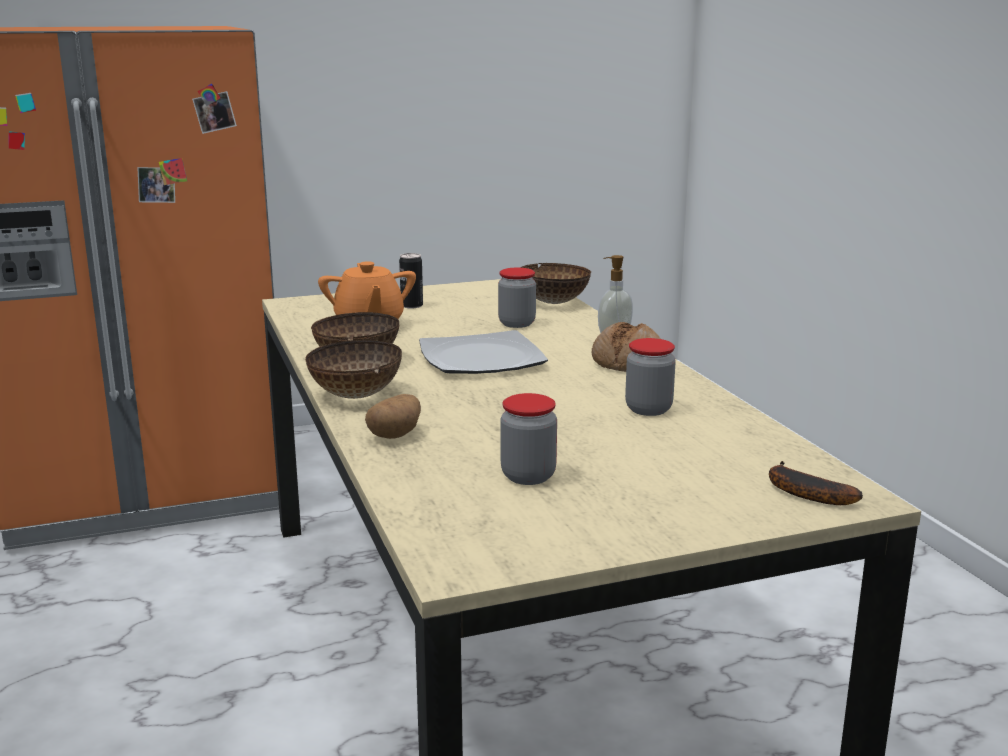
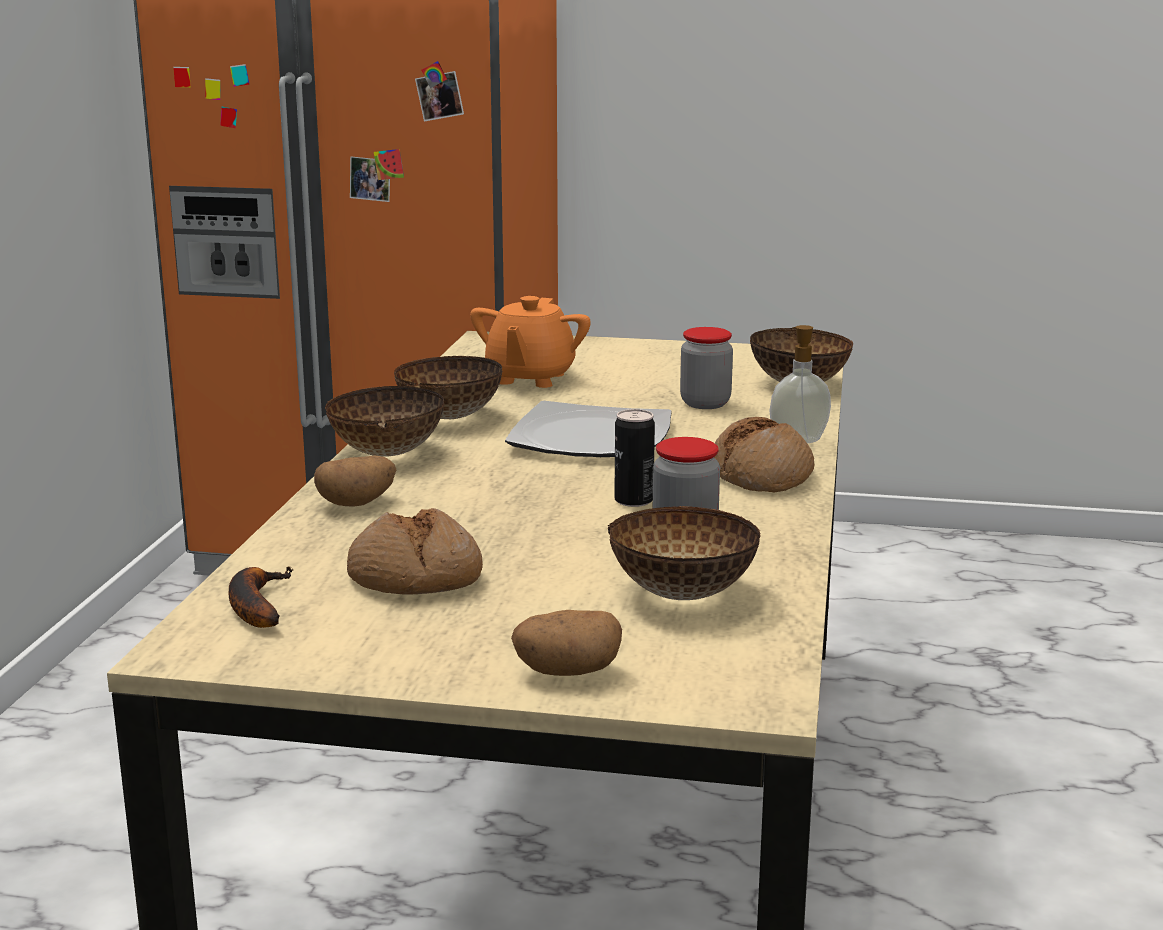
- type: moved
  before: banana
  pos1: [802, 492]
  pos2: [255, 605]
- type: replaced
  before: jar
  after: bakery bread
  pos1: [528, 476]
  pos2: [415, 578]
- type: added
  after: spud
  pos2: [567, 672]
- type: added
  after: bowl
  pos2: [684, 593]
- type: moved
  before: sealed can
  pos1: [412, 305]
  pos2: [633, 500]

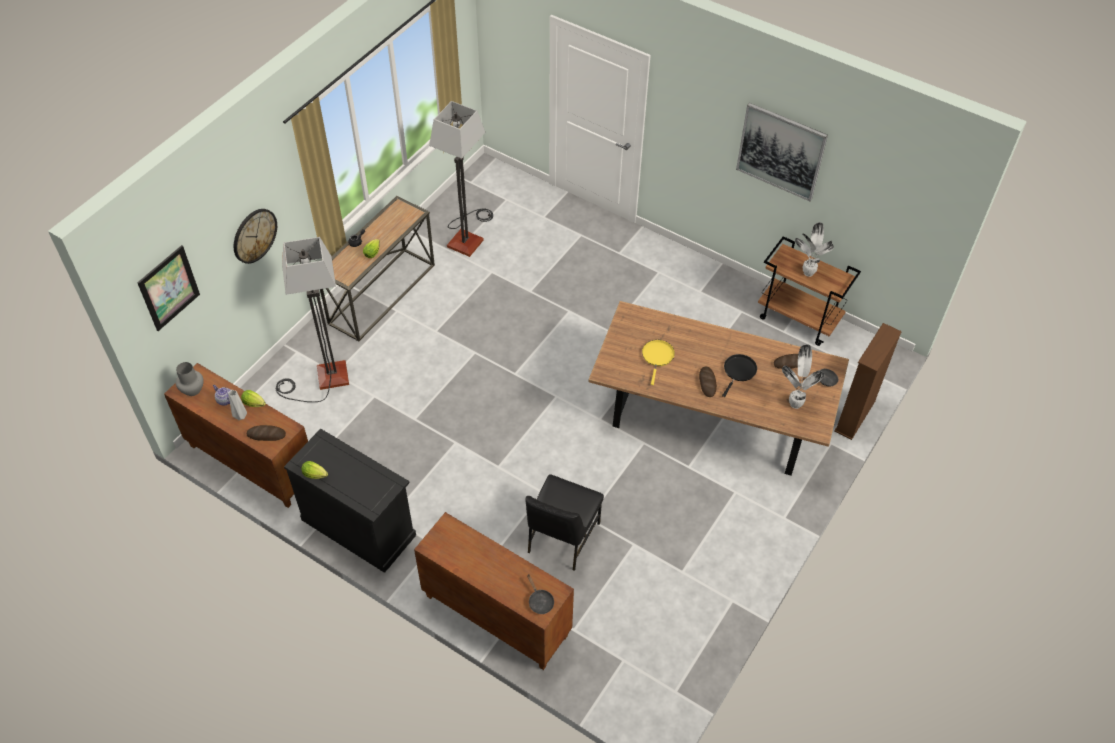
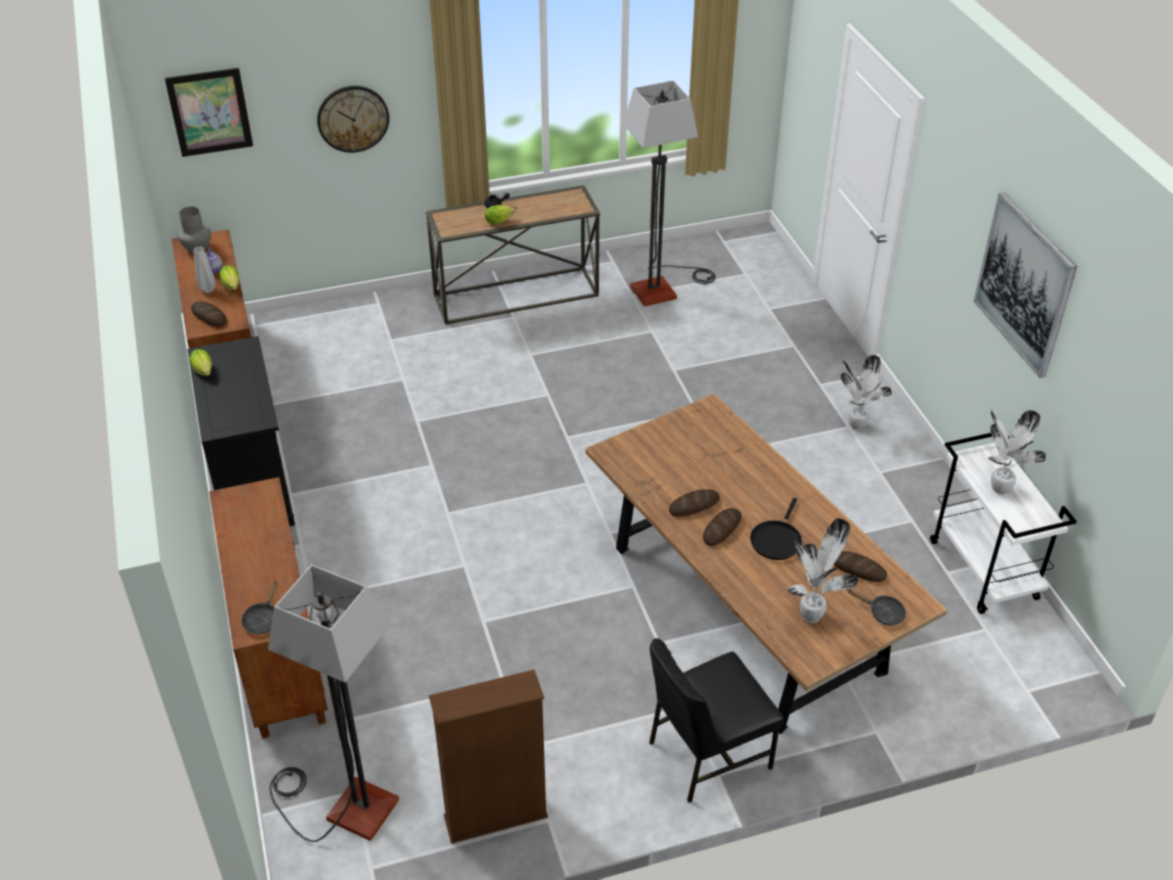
- type: moved
  before: floor lamp
  pos1: [322, 380]
  pos2: [343, 807]
- type: moved
  before: brownish shelving unit
  pos1: [855, 416]
  pos2: [496, 817]
- type: moved
  before: black-coloured upright chair
  pos1: [562, 538]
  pos2: [707, 754]
- type: added
  after: bakery bread
  pos2: [694, 505]
- type: turned
  before: black-coloured pan
  pos1: [738, 371]
  pos2: [776, 540]
  turn: 135
- type: added
  after: plant in a pot
  pos2: [855, 426]
- type: recoloured
  before: brownish cart
  after: white cart
  pos1: [799, 319]
  pos2: [984, 570]
- type: removed
  before: yellow-coloured pan
  pos1: [657, 357]

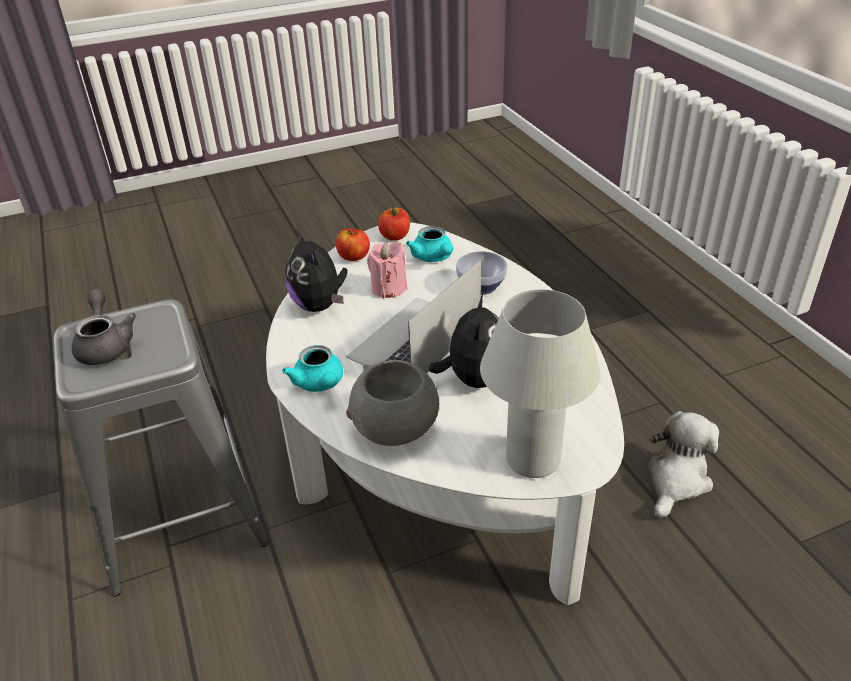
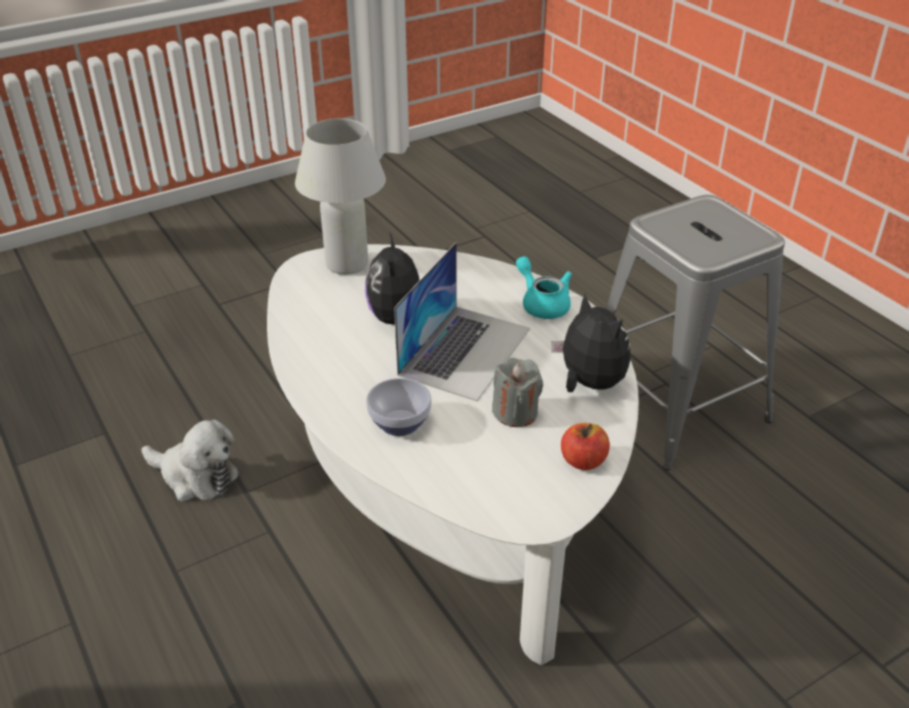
- type: turned
  before: soft toy
  pos1: [676, 480]
  pos2: [195, 476]
  turn: -90
- type: recoloured
  before: pink-coloured wax candle
  after: greyish wax candle
  pos1: [389, 288]
  pos2: [515, 412]
- type: removed
  before: greyish teapot
  pos1: [105, 345]
- type: removed
  before: greyish bowl
  pos1: [396, 429]
- type: removed
  before: apple
  pos1: [395, 236]
- type: removed
  before: blue-green teapot
  pos1: [433, 258]

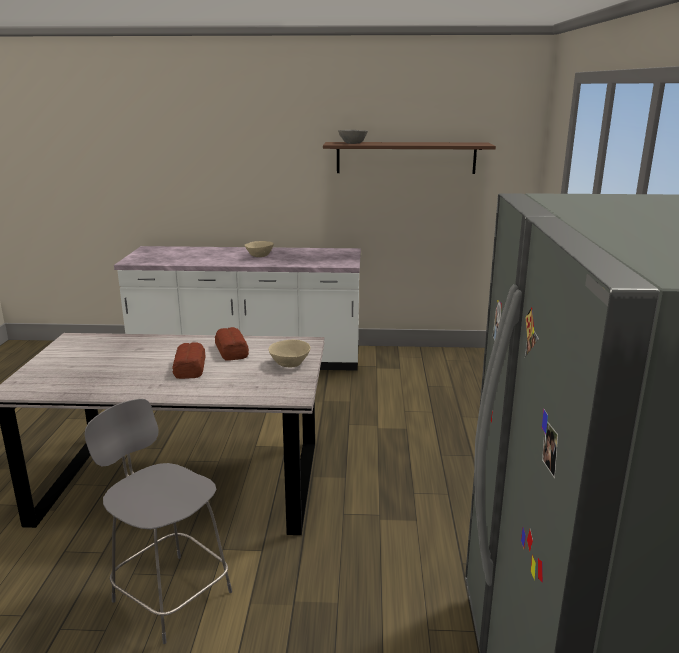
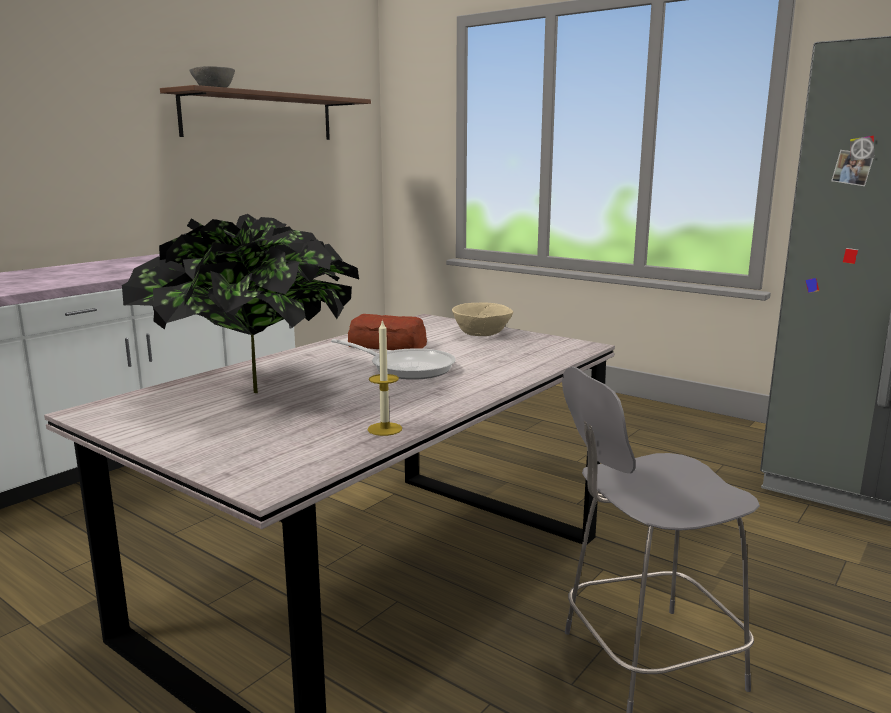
- type: added
  after: plant in a pot
  pos2: [251, 392]
- type: replaced
  before: bakery bread
  after: pan
  pos1: [190, 367]
  pos2: [406, 368]
- type: added
  after: wax candle
  pos2: [384, 429]
- type: removed
  before: sand-coloured bowl
  pos1: [259, 256]

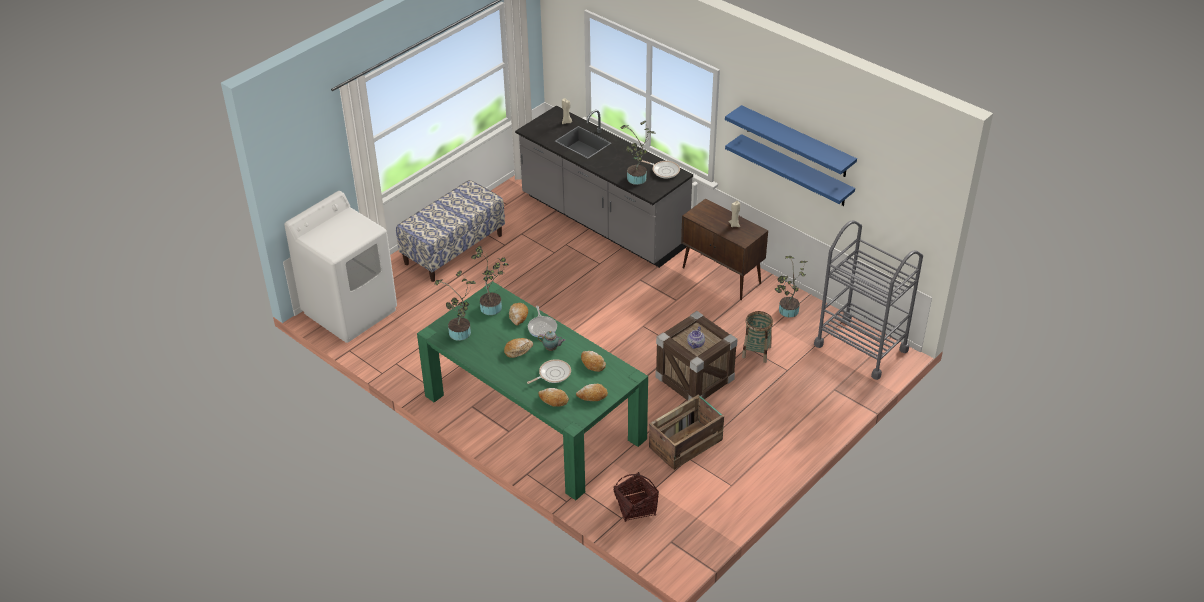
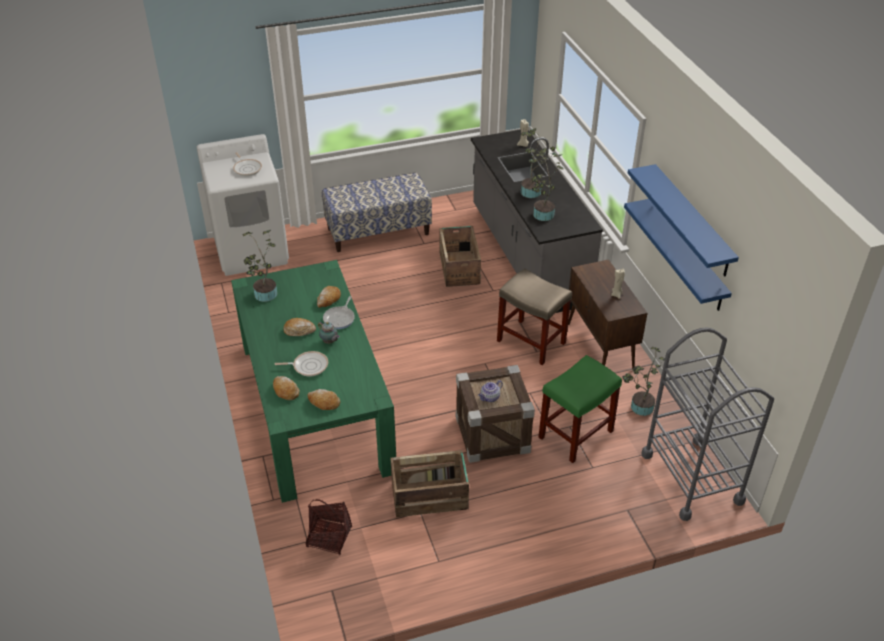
- type: moved
  before: pan
  pos1: [664, 170]
  pos2: [247, 168]
- type: added
  after: crate
  pos2: [459, 267]
- type: added
  after: sand-coloured stool
  pos2: [532, 342]
- type: moved
  before: plant in a pot
  pos1: [493, 306]
  pos2: [533, 191]
- type: replaced
  before: storage basket
  after: greenish stool
  pos1: [756, 352]
  pos2: [575, 435]
- type: removed
  before: bakery bread
  pos1: [592, 364]

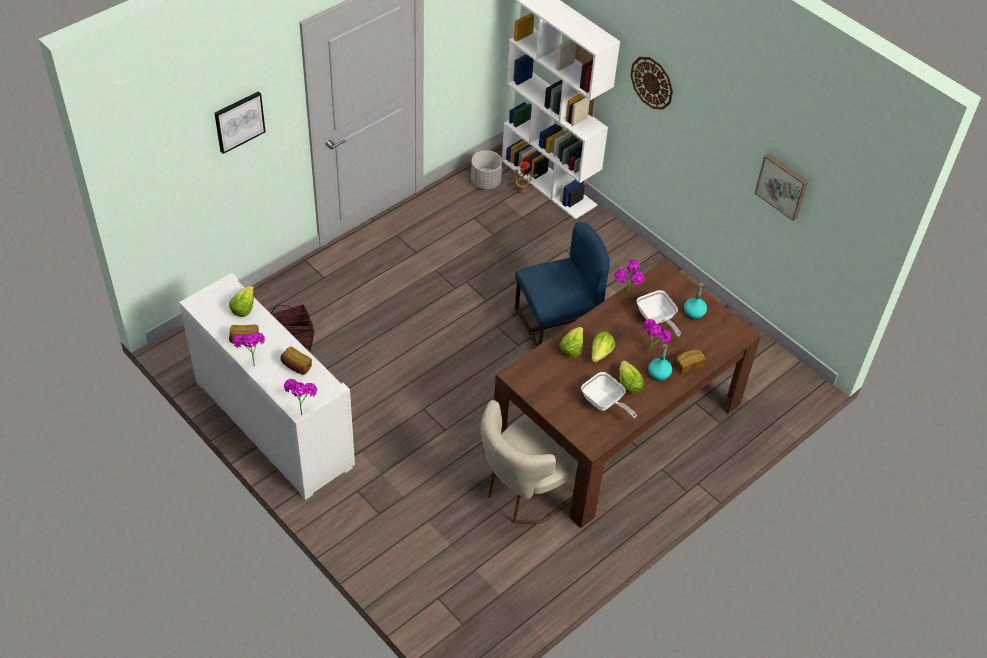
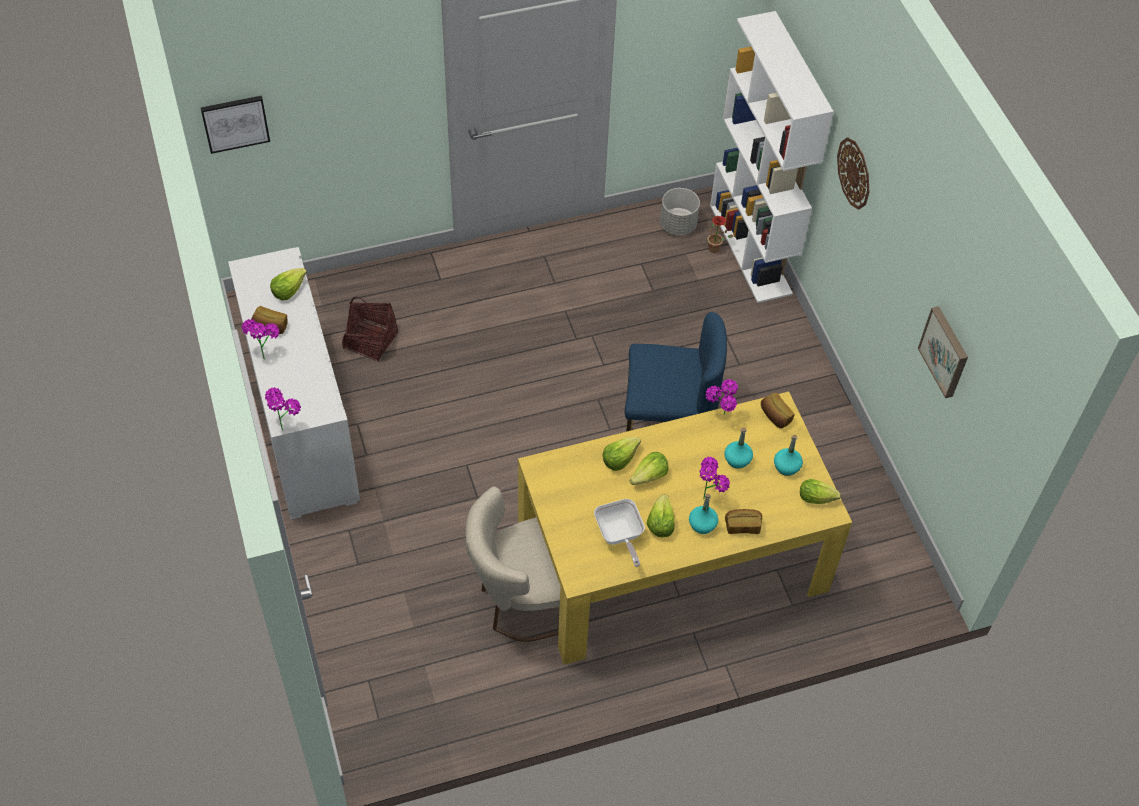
- type: moved
  before: wall art
  pos1: [239, 121]
  pos2: [235, 123]
- type: recoloured
  before: brownish dining table
  after: yellow-coloured dining table
  pos1: [617, 424]
  pos2: [671, 561]
- type: replaced
  before: pan
  after: blue-green bottle
  pos1: [656, 320]
  pos2: [737, 460]
- type: moved
  before: bakery bread
  pos1: [296, 366]
  pos2: [775, 416]
- type: added
  after: head of lettuce
  pos2: [818, 498]

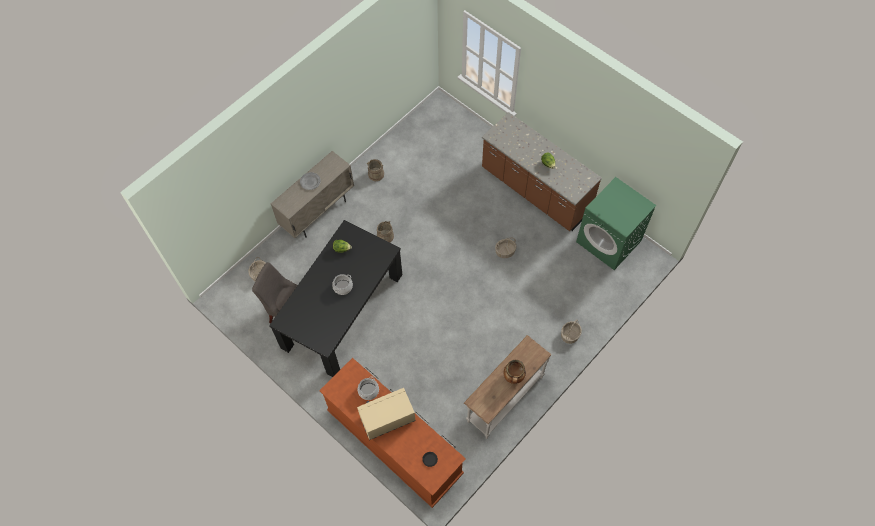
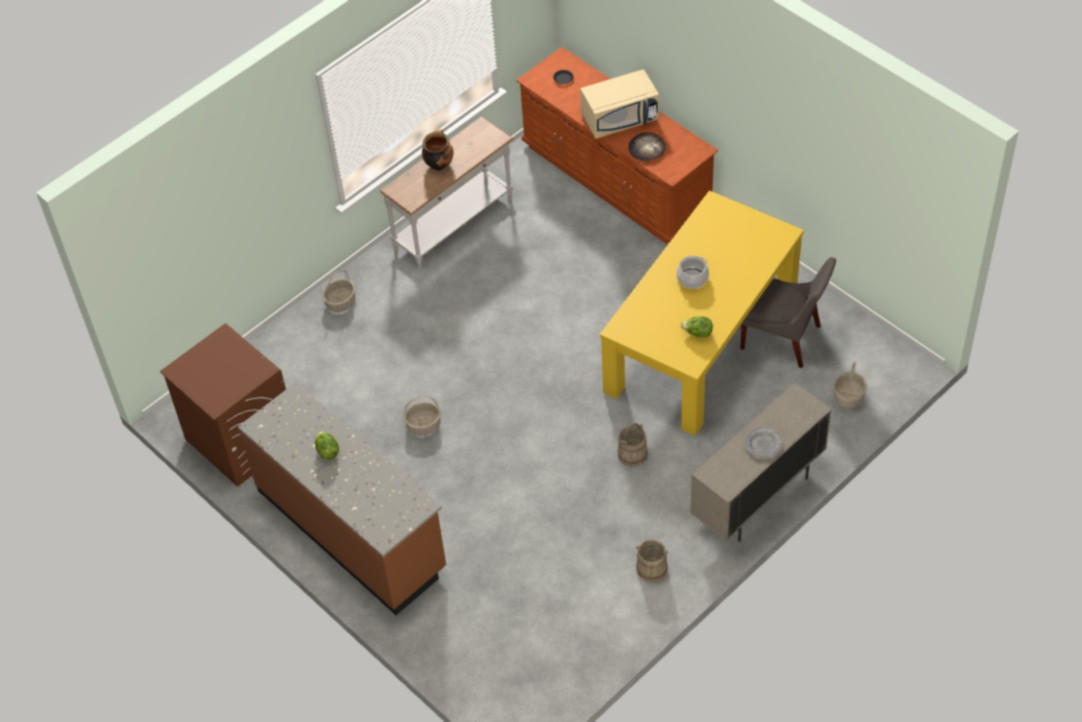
- type: recoloured
  before: greenish laundry appliance
  after: brownish laundry appliance
  pos1: [609, 241]
  pos2: [240, 439]
- type: recoloured
  before: black-coloured dining table
  after: yellow-coloured dining table
  pos1: [342, 310]
  pos2: [701, 340]
- type: replaced
  before: saucepot
  after: bakery bread
  pos1: [368, 391]
  pos2: [646, 148]

